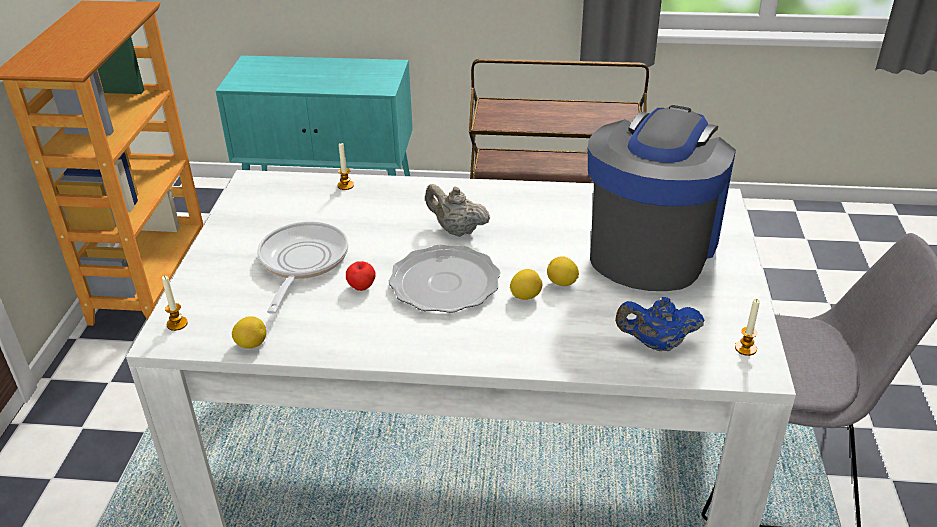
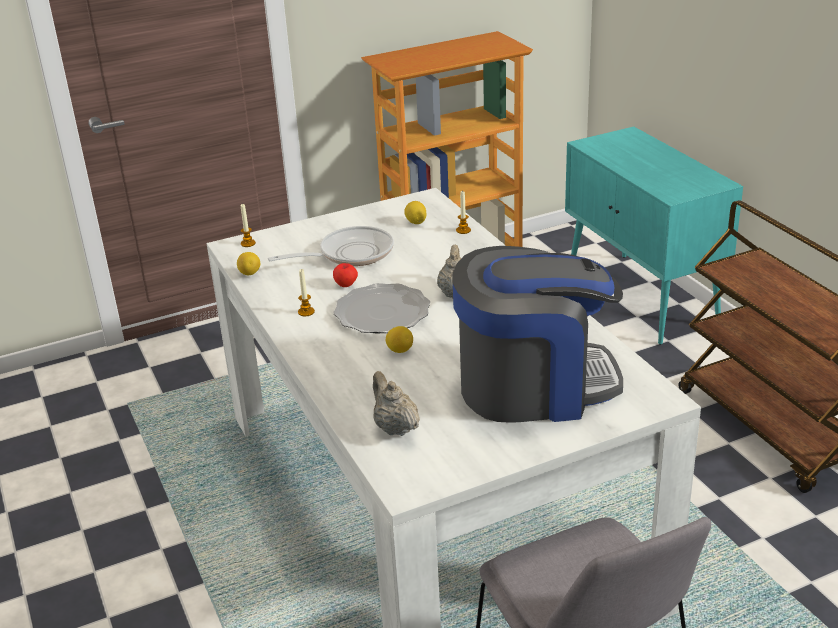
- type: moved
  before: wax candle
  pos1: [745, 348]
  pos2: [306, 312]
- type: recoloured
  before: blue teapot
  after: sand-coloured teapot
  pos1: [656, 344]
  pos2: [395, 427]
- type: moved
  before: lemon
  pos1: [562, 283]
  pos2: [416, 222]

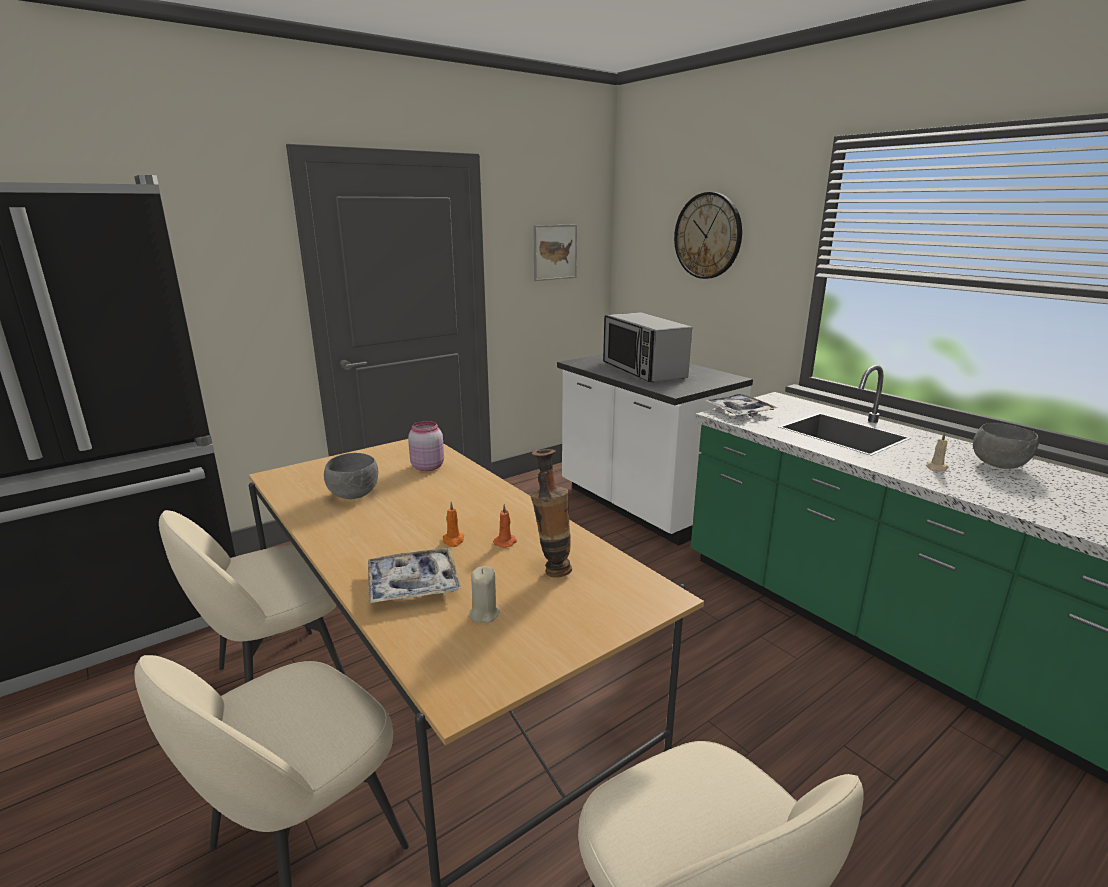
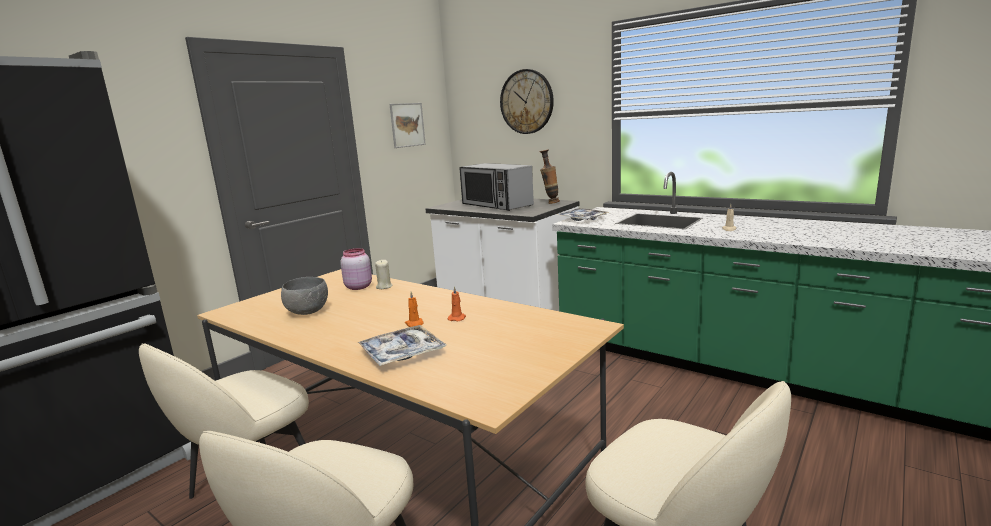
- type: moved
  before: sand-coloured wax candle
  pos1: [484, 614]
  pos2: [384, 287]
- type: moved
  before: vase
  pos1: [552, 569]
  pos2: [550, 203]
- type: removed
  before: greyish bowl
  pos1: [1000, 465]

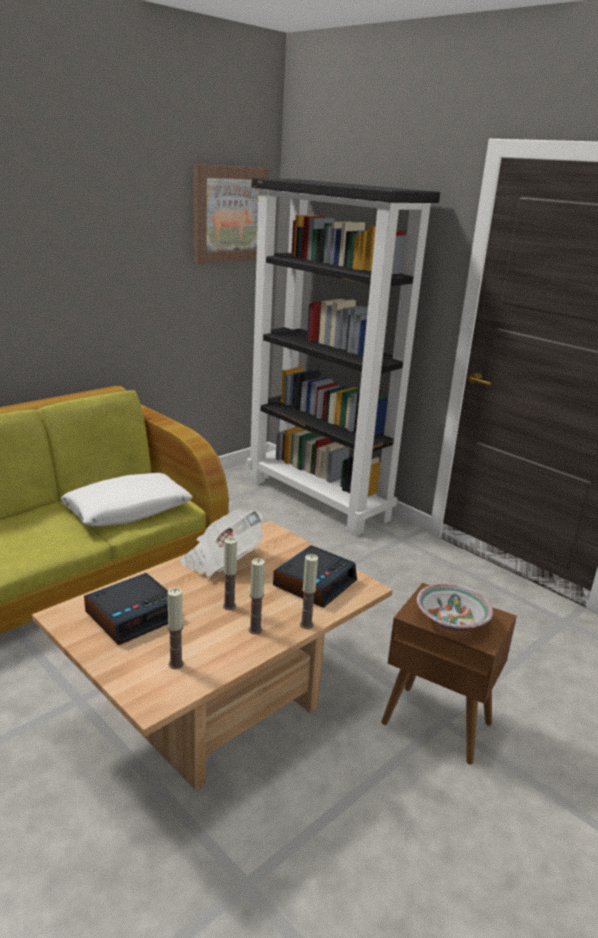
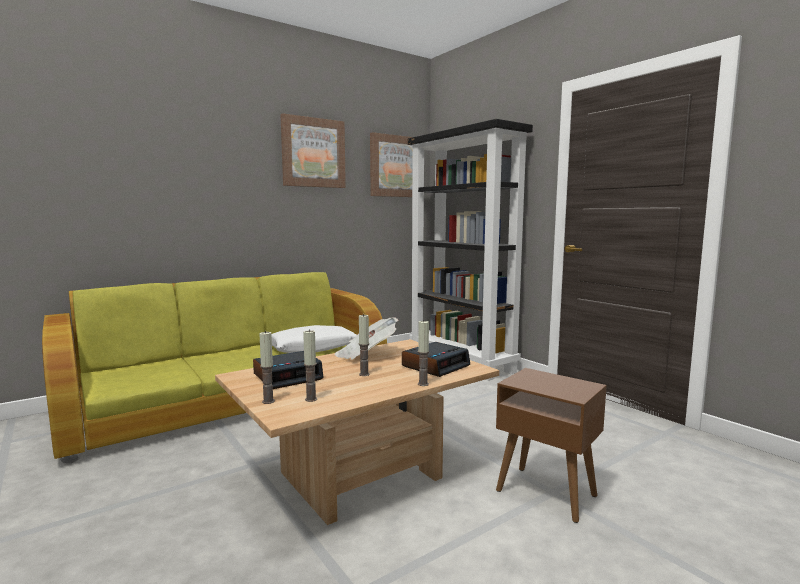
- type: moved
  before: wax candle
  pos1: [255, 630]
  pos2: [268, 401]
- type: added
  after: wall art
  pos2: [313, 153]
- type: removed
  before: bowl
  pos1: [451, 622]

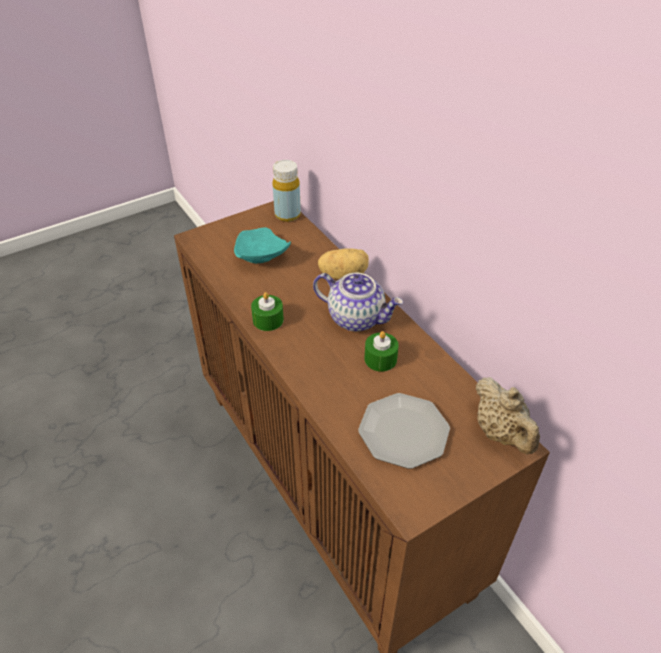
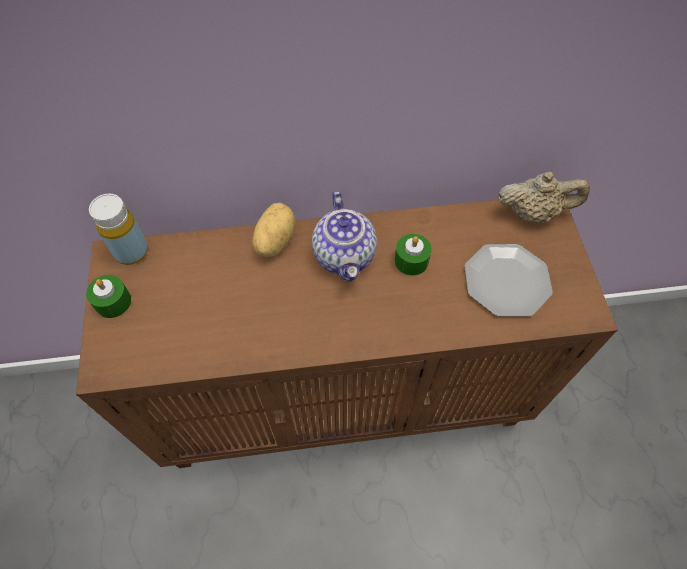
- type: moved
  before: greenish wax candle
  pos1: [268, 320]
  pos2: [113, 302]
- type: turned
  before: teapot
  pos1: [357, 318]
  pos2: [345, 256]
  turn: 120
- type: removed
  before: blue-green dinner plate
  pos1: [260, 256]

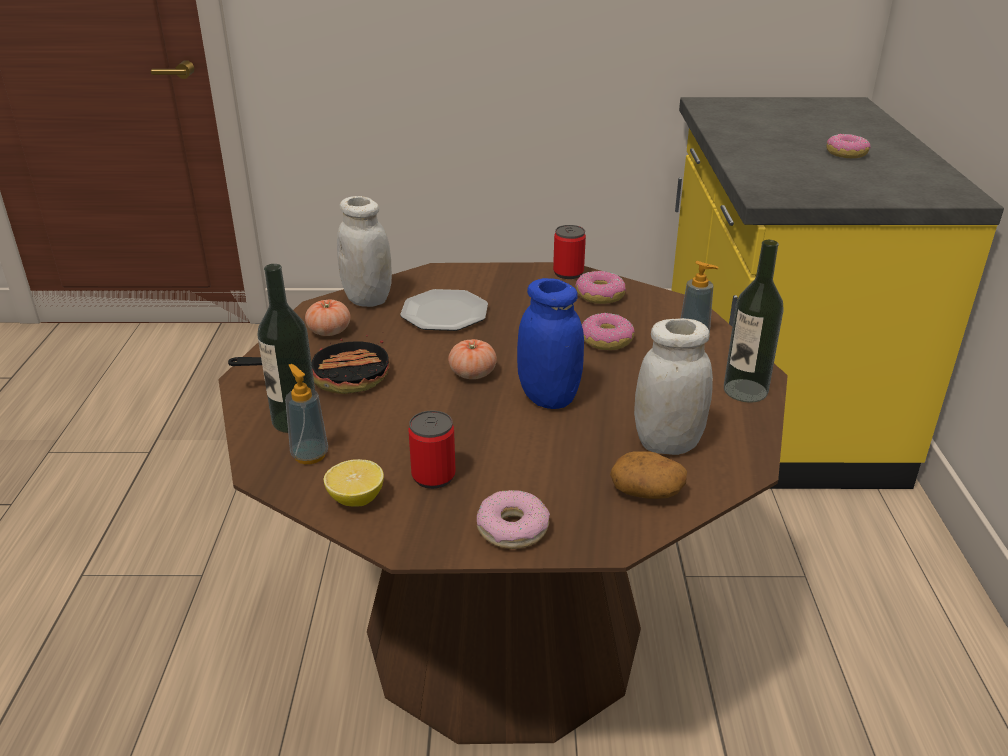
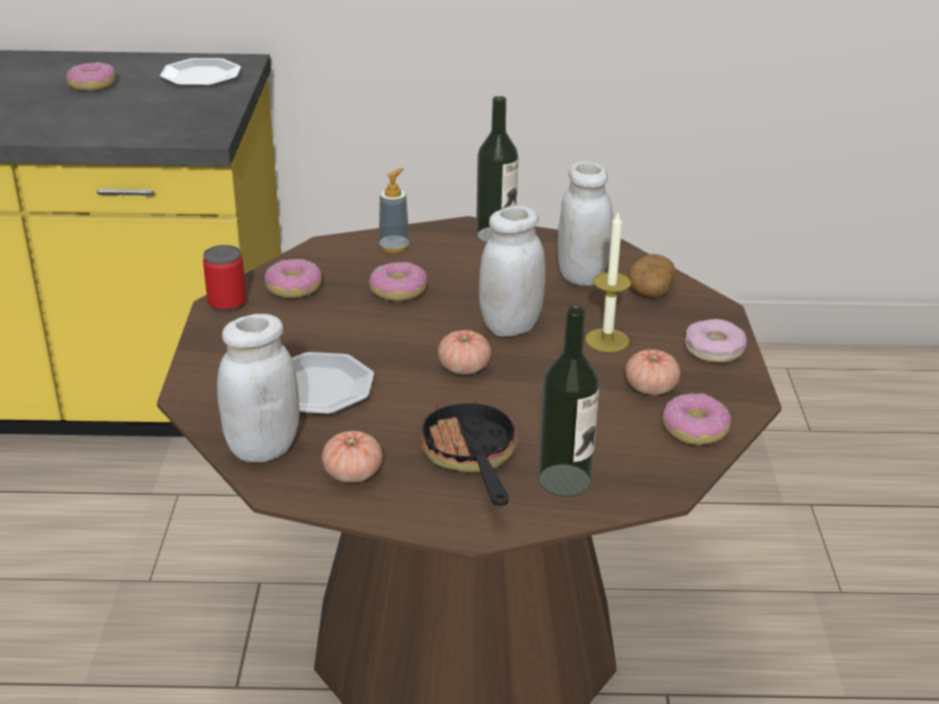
- type: added
  after: dinner plate
  pos2: [202, 76]
- type: recoloured
  before: blue jar
  after: white jar
  pos1: [548, 397]
  pos2: [511, 326]
- type: added
  after: wax candle
  pos2: [607, 340]
- type: replaced
  before: sealed can
  after: tomato
  pos1: [433, 476]
  pos2: [650, 388]
- type: replaced
  before: lemon
  after: doughnut
  pos1: [356, 499]
  pos2: [694, 429]
- type: removed
  before: soap dispenser
  pos1: [310, 455]

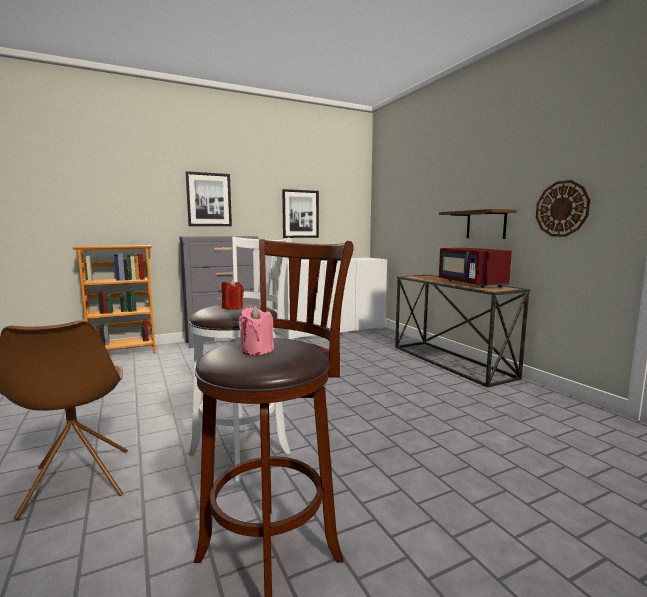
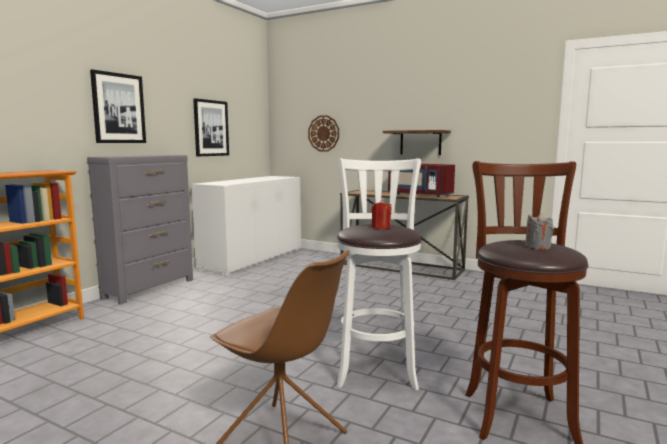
- type: moved
  before: wall clock
  pos1: [562, 209]
  pos2: [323, 133]
- type: recoloured
  before: pink-coloured wax candle
  after: greyish wax candle
  pos1: [257, 350]
  pos2: [537, 247]

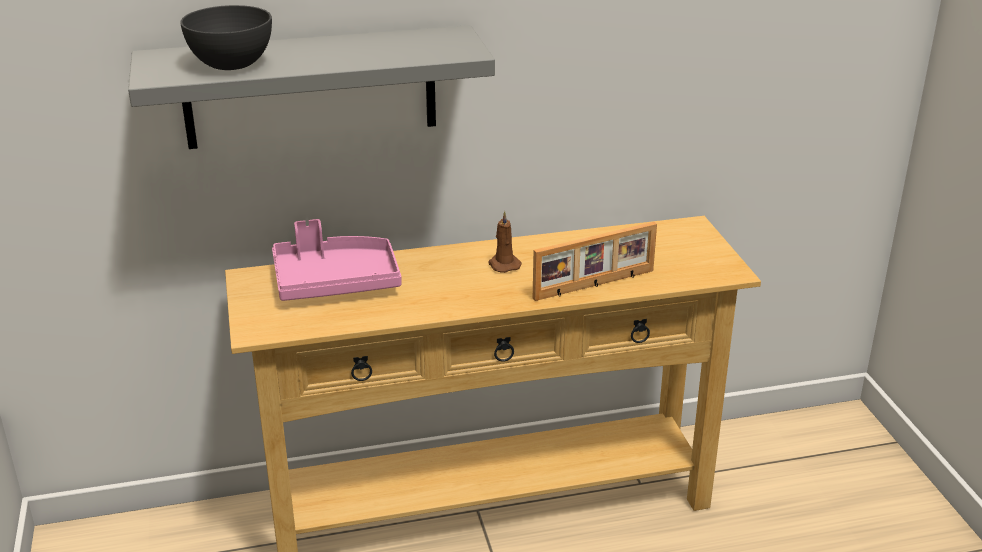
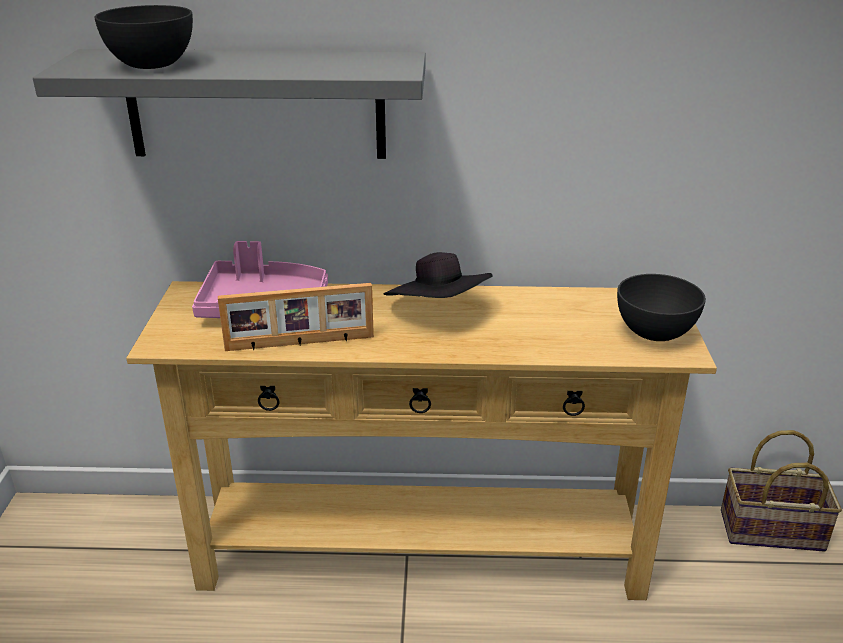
- type: moved
  before: picture frame
  pos1: [595, 285]
  pos2: [300, 344]
- type: replaced
  before: brownish wax candle
  after: black-coloured hat
  pos1: [503, 264]
  pos2: [439, 311]
- type: added
  after: greyish bowl
  pos2: [654, 333]
- type: added
  after: storage basket
  pos2: [769, 531]

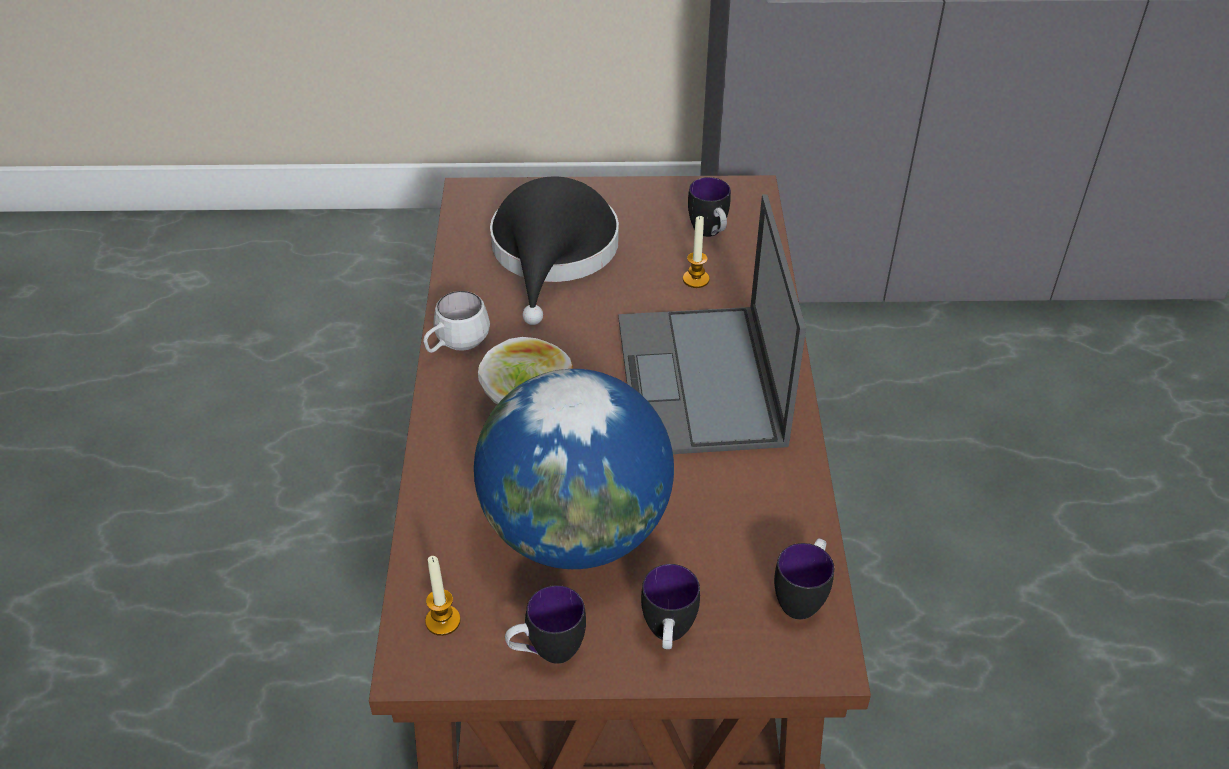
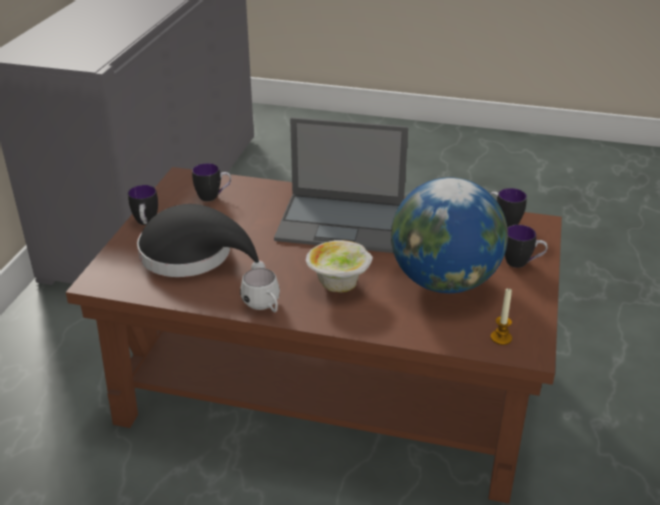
- type: moved
  before: coffee mug
  pos1: [546, 652]
  pos2: [146, 223]
- type: removed
  before: wax candle
  pos1: [696, 279]

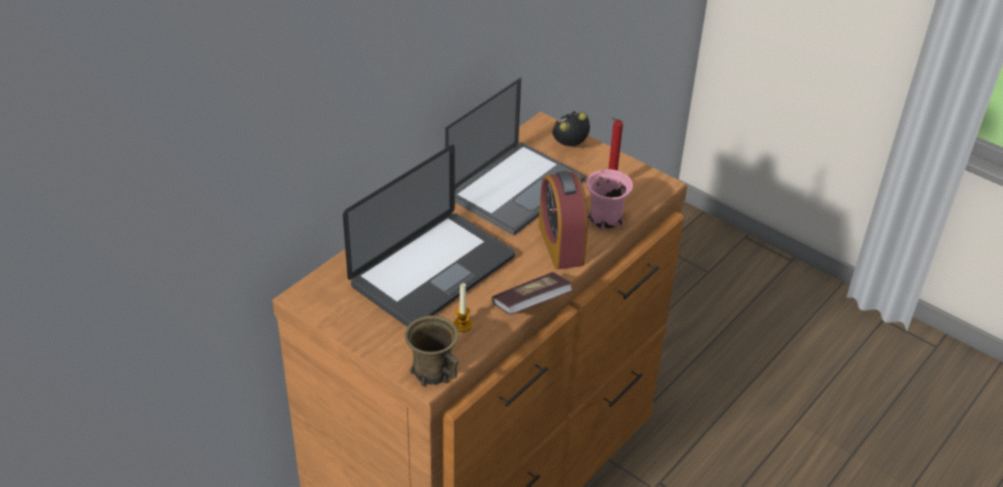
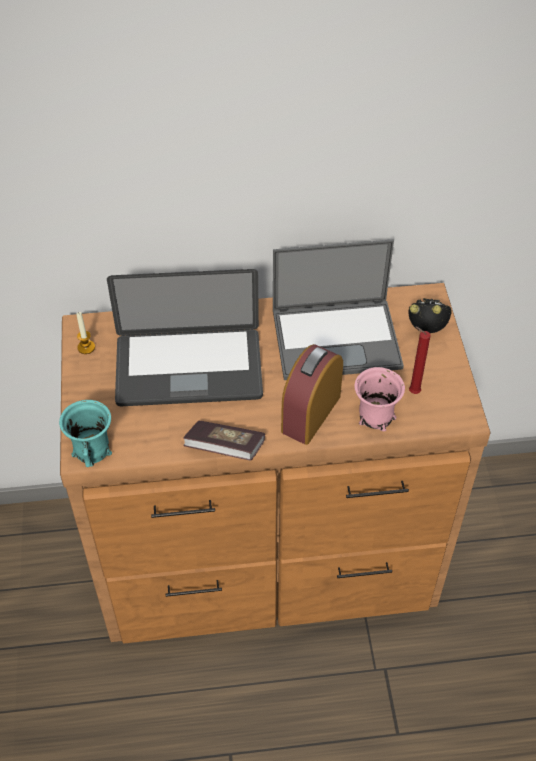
- type: recoloured
  before: brownish coffee mug
  after: blue-green coffee mug
  pos1: [432, 371]
  pos2: [92, 449]
- type: moved
  before: wax candle
  pos1: [462, 325]
  pos2: [86, 347]

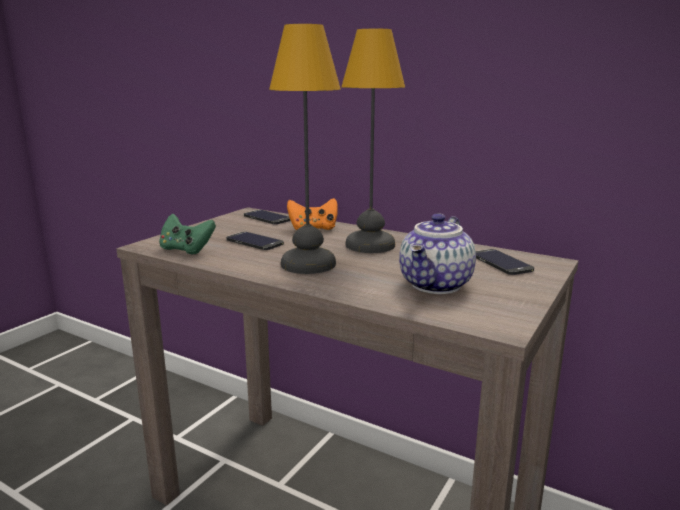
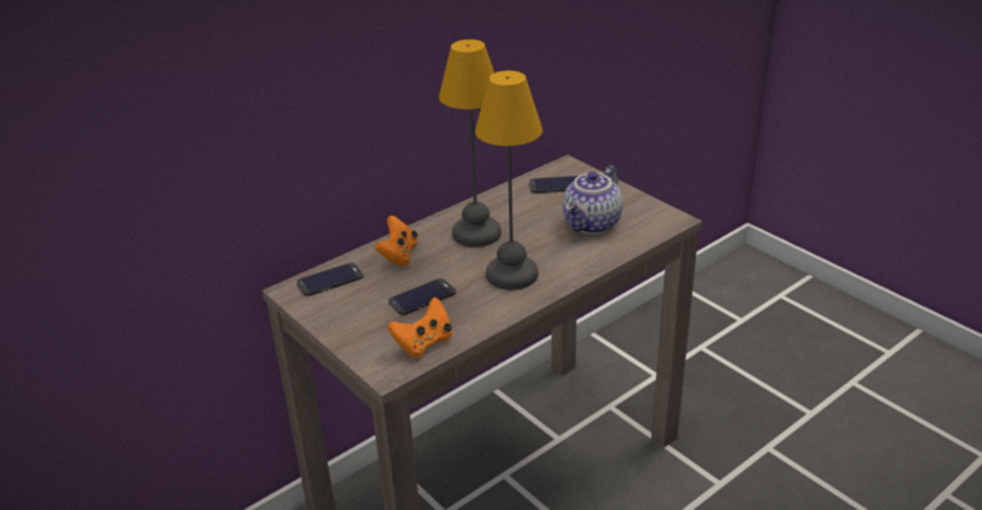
- type: recoloured
  before: greenish gamepad
  after: orangey gamepad
  pos1: [186, 250]
  pos2: [424, 343]
- type: turned
  before: teapot
  pos1: [437, 285]
  pos2: [593, 224]
  turn: 75

